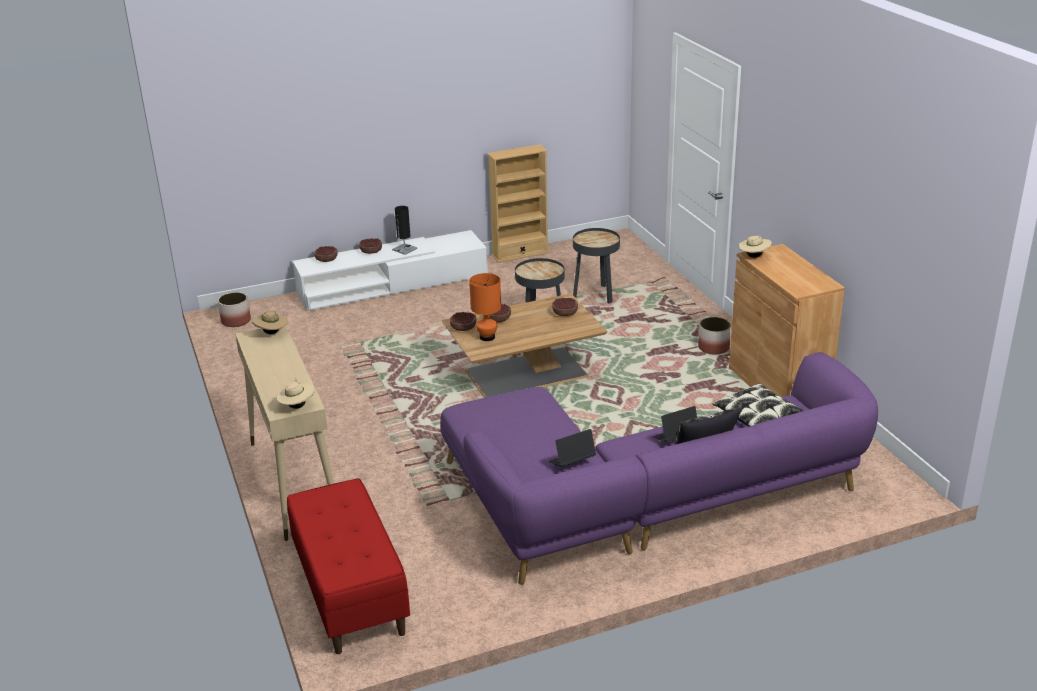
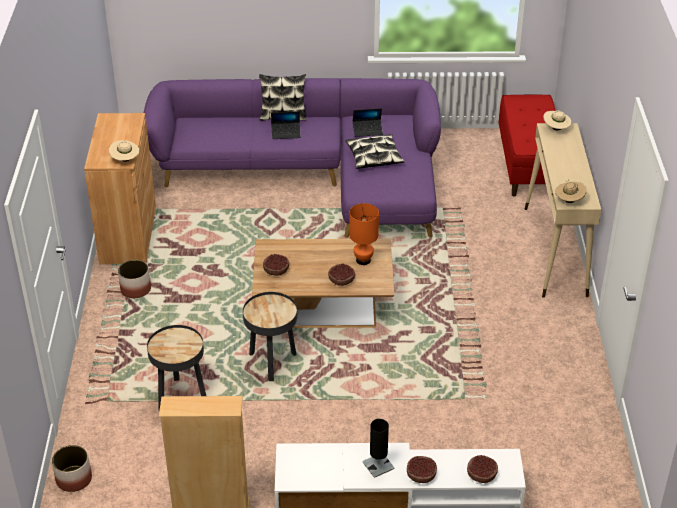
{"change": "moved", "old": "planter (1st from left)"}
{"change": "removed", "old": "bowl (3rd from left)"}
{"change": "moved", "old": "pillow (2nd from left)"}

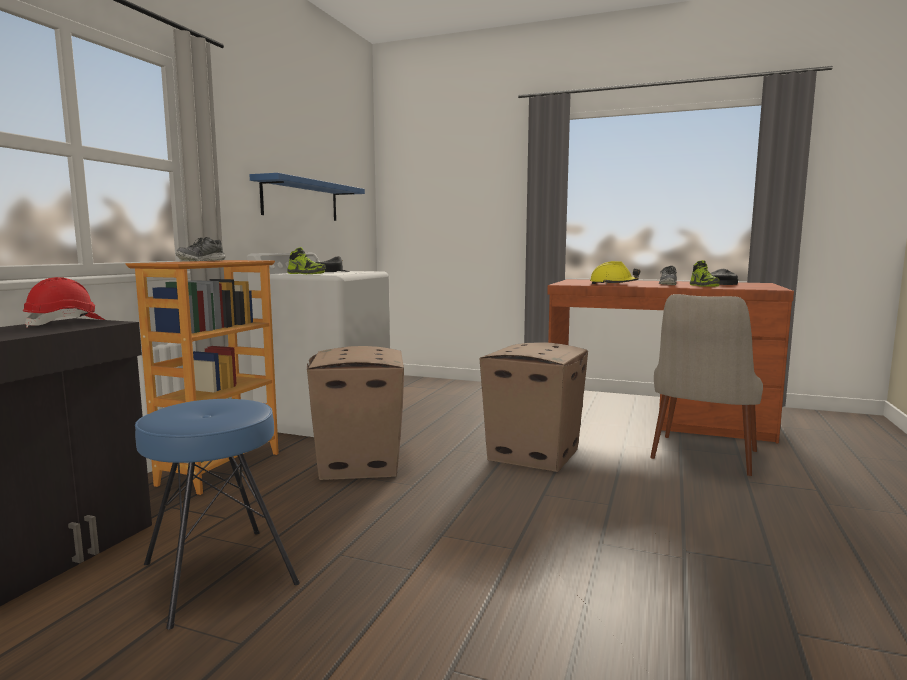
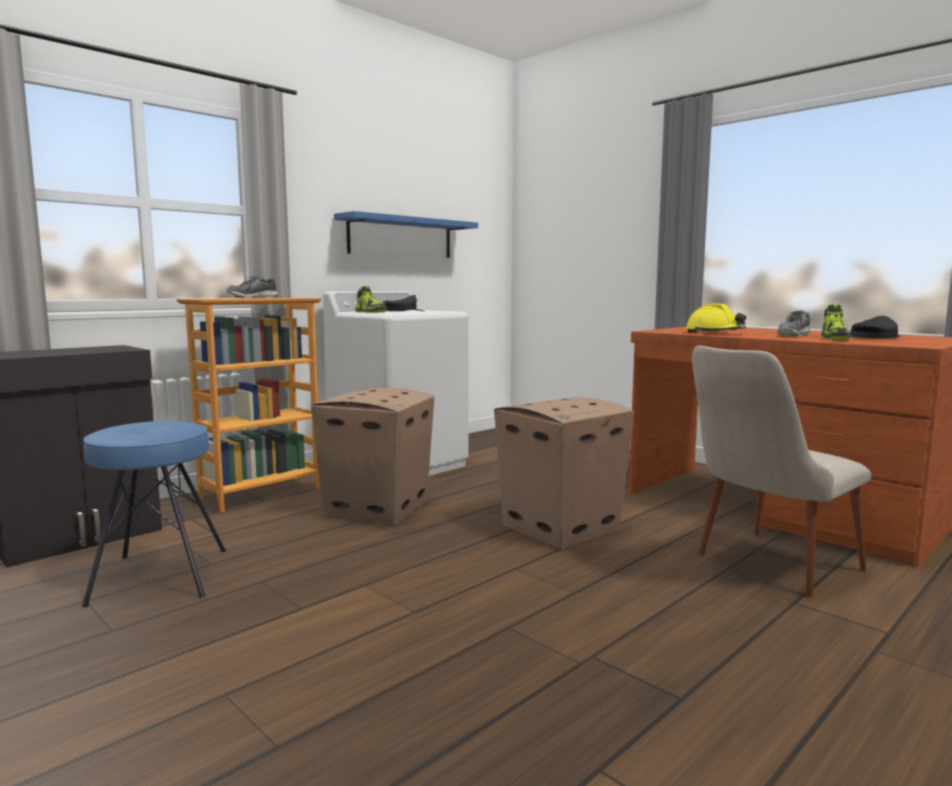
{"change": "removed", "old": "hard hat in red"}

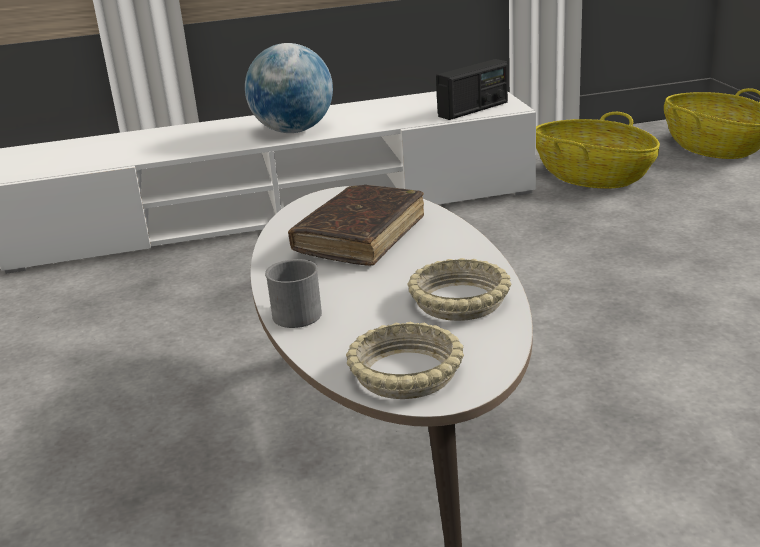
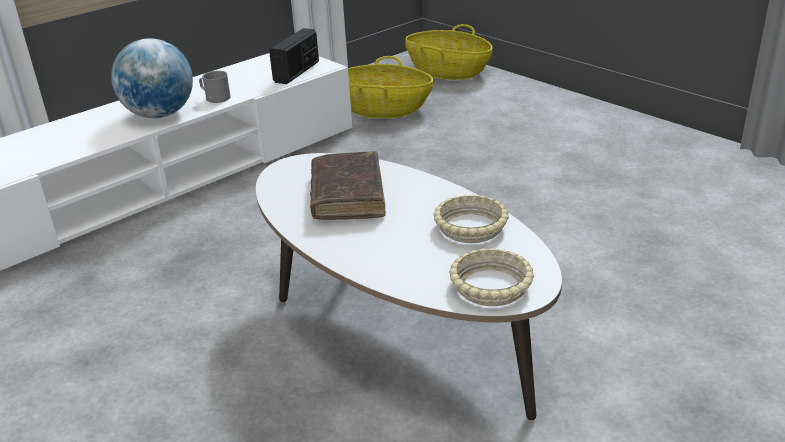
{"change": "moved", "old": "mug in grey"}

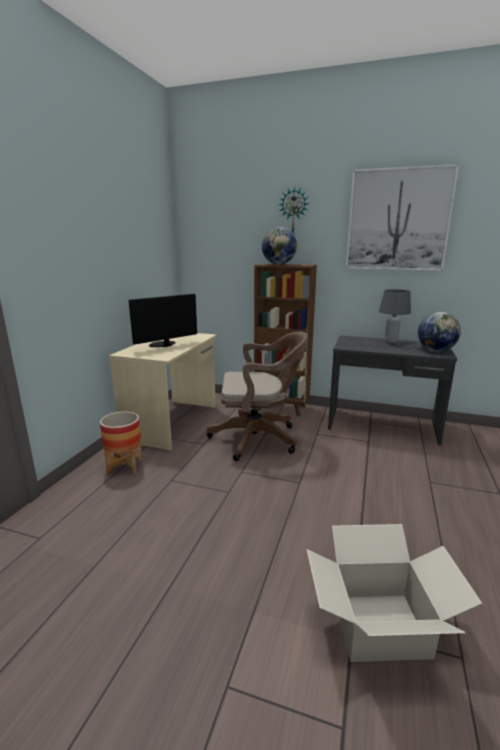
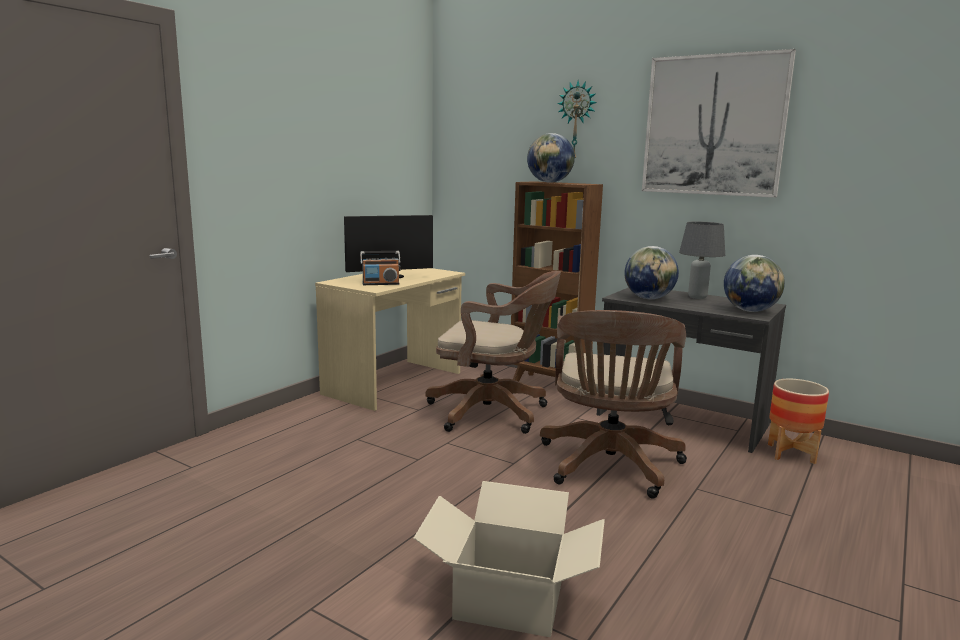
{"change": "moved", "old": "planter"}
{"change": "added", "new": "radio"}
{"change": "added", "new": "office chair in brown (2nd from left)"}
{"change": "added", "new": "globe (2nd from left)"}

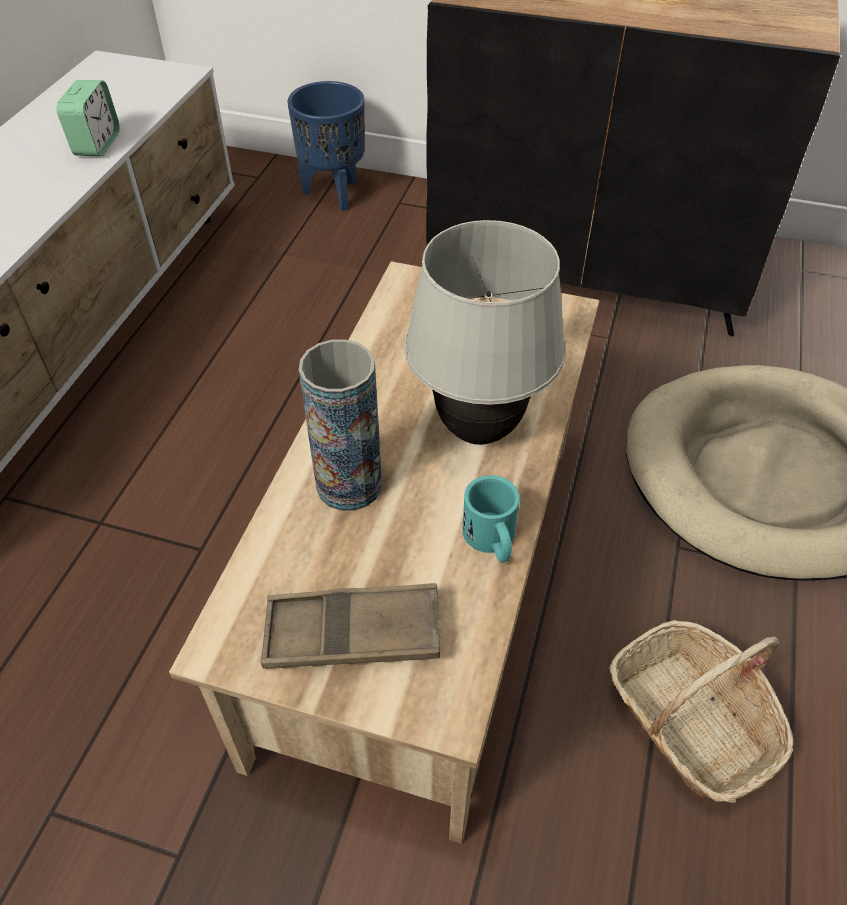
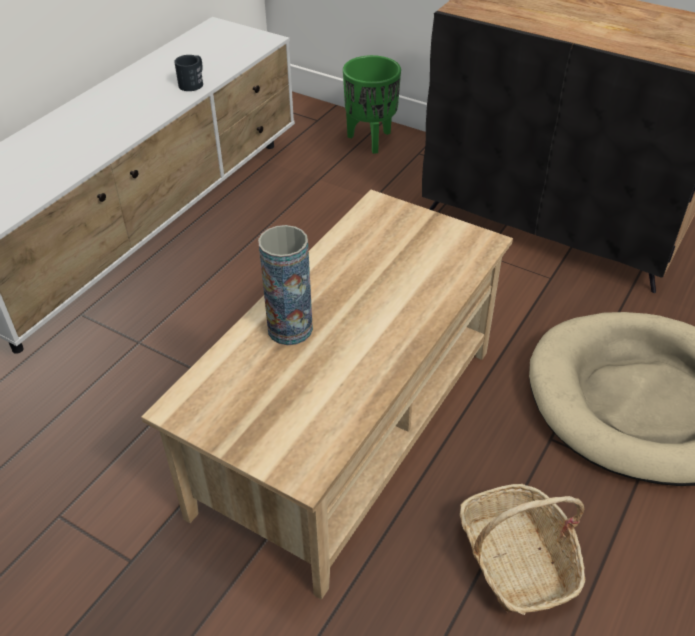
{"change": "replaced", "old": "alarm clock", "new": "mug in black"}
{"change": "removed", "old": "tray in brown"}
{"change": "recoloured", "old": "planter in blue", "new": "planter in green"}
{"change": "removed", "old": "table lamp in white"}
{"change": "removed", "old": "mug in turquoise"}

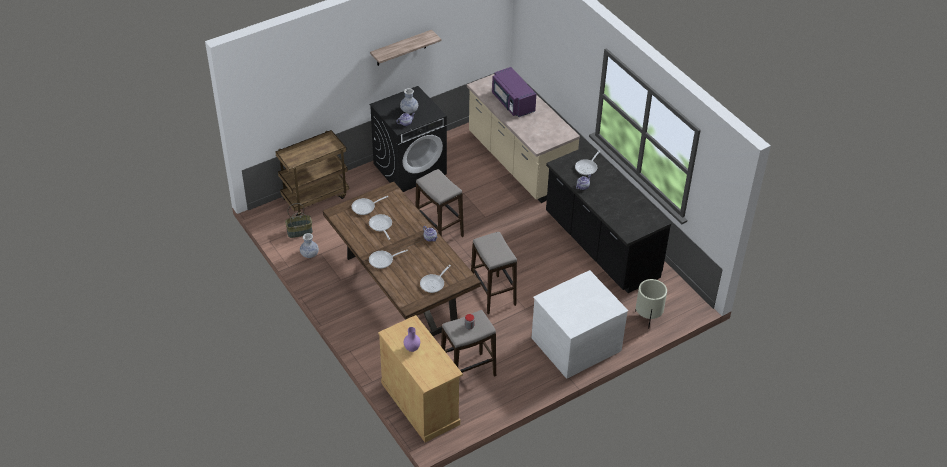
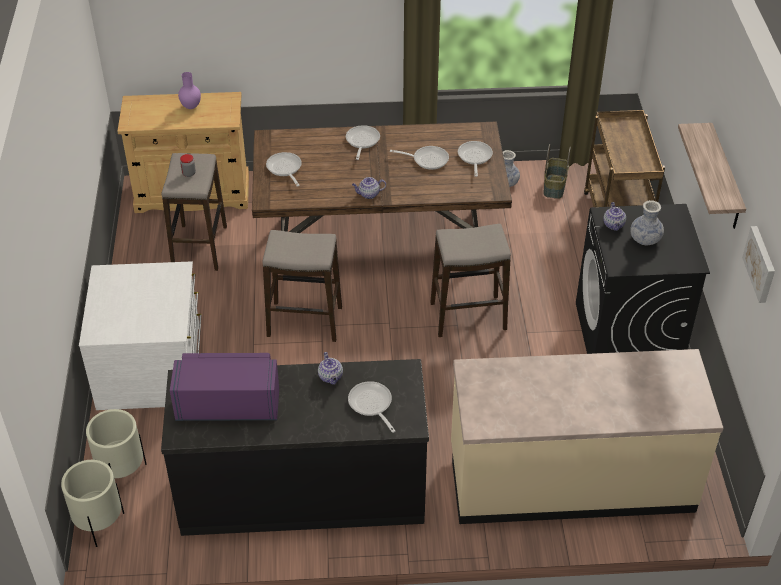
{"change": "moved", "old": "microwave in purple"}
{"change": "added", "new": "planter in beige (1st from left)"}
{"change": "added", "new": "picture"}

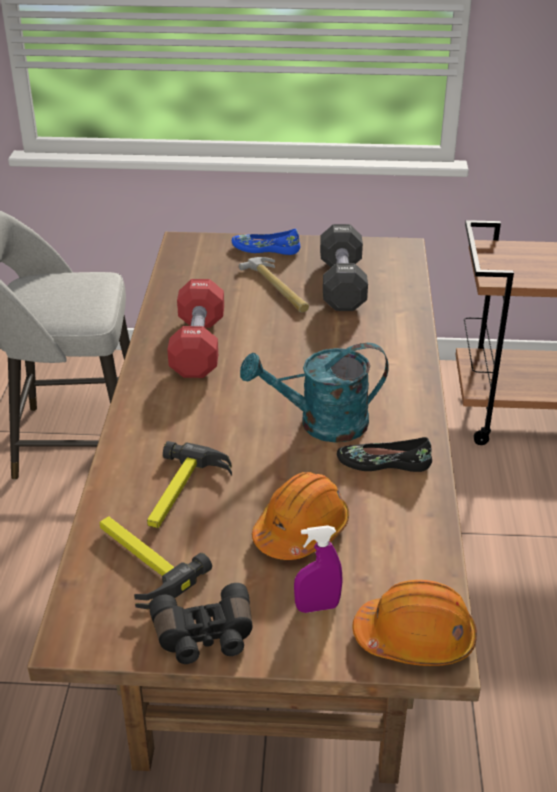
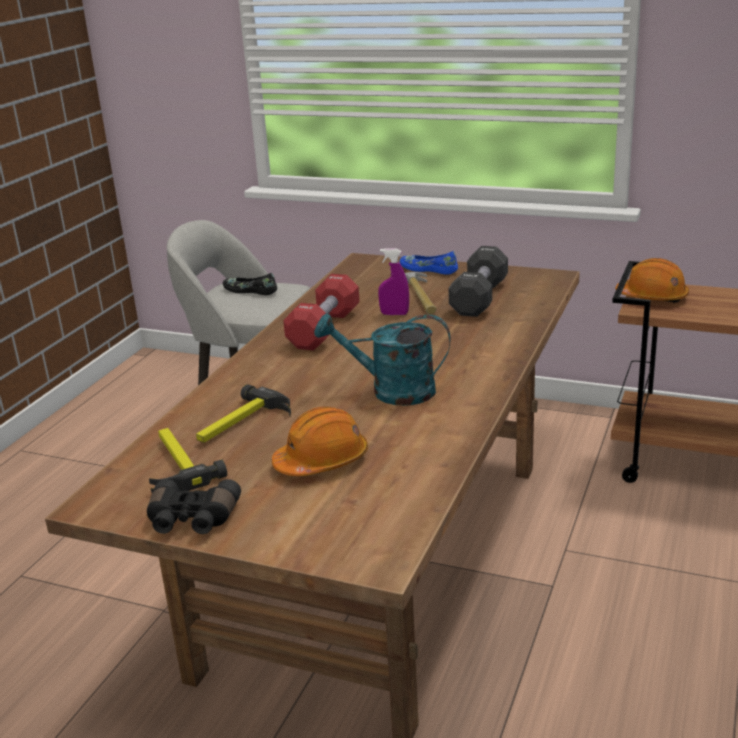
{"change": "moved", "old": "spray bottle in purple"}
{"change": "moved", "old": "shoe in black"}
{"change": "moved", "old": "hard hat in orange (2nd from left)"}

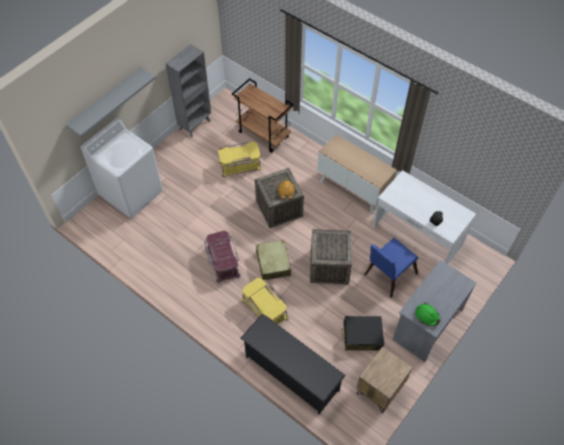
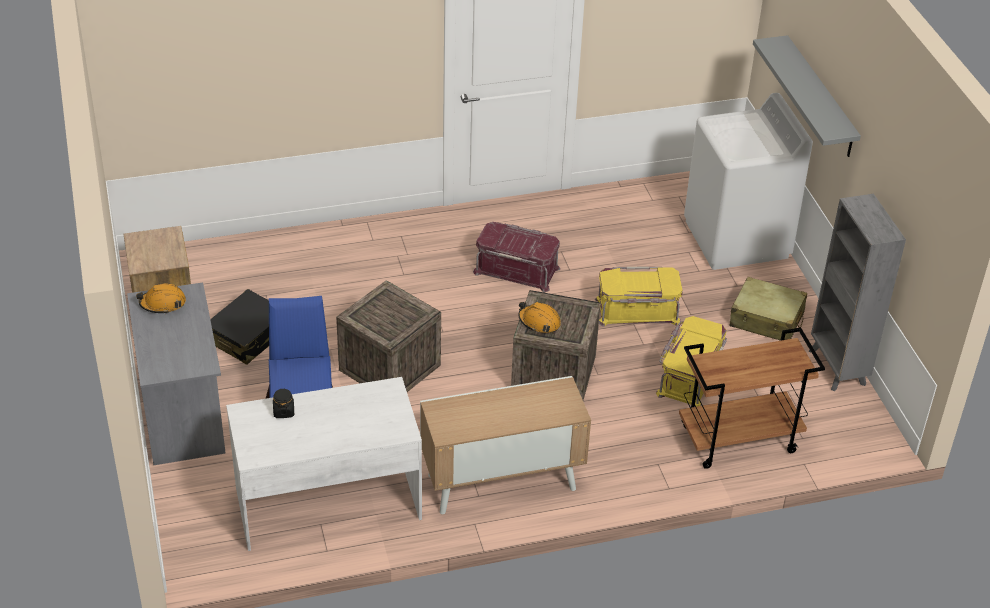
{"change": "removed", "old": "shoe rack in black"}
{"change": "moved", "old": "storage box in yellow (2nd from left in the first image)", "new": "storage box in yellow (1st from left)"}
{"change": "moved", "old": "suitcase in beige"}
{"change": "recoloured", "old": "hard hat in green", "new": "hard hat in orange (1st from left)"}

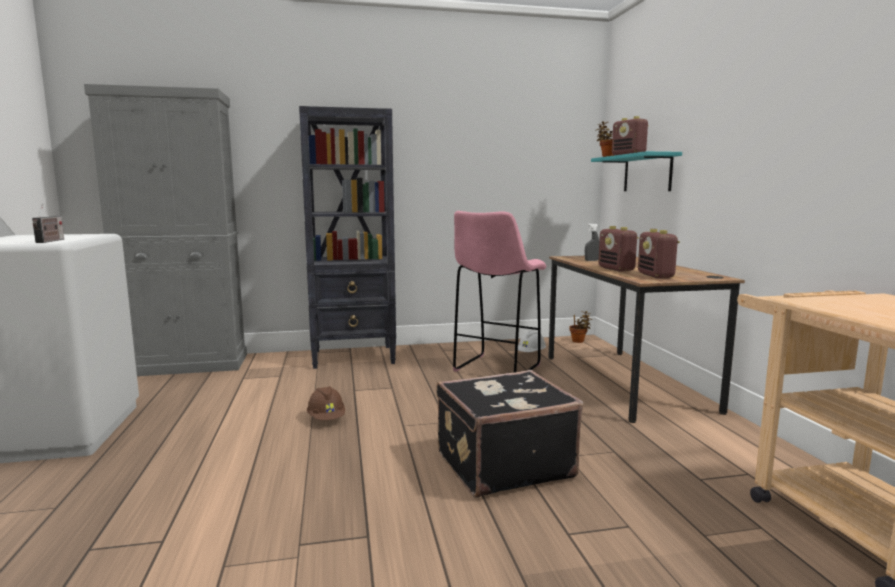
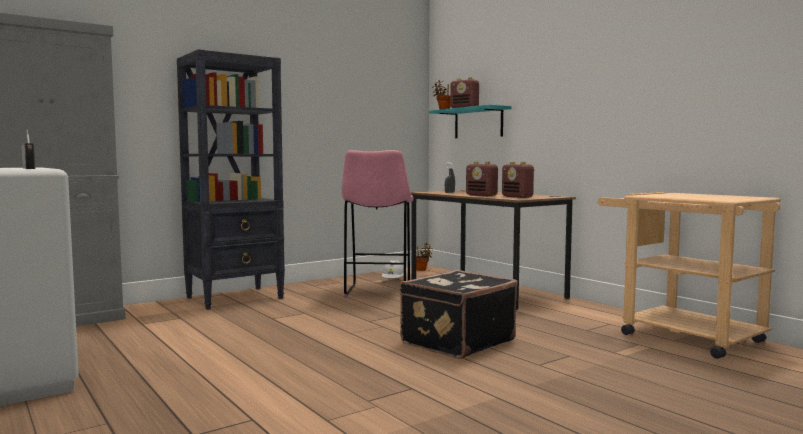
{"change": "removed", "old": "hard hat in brown"}

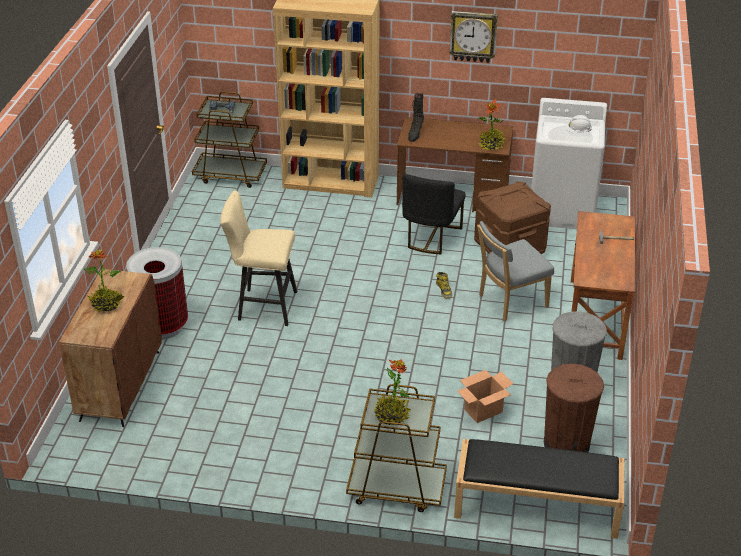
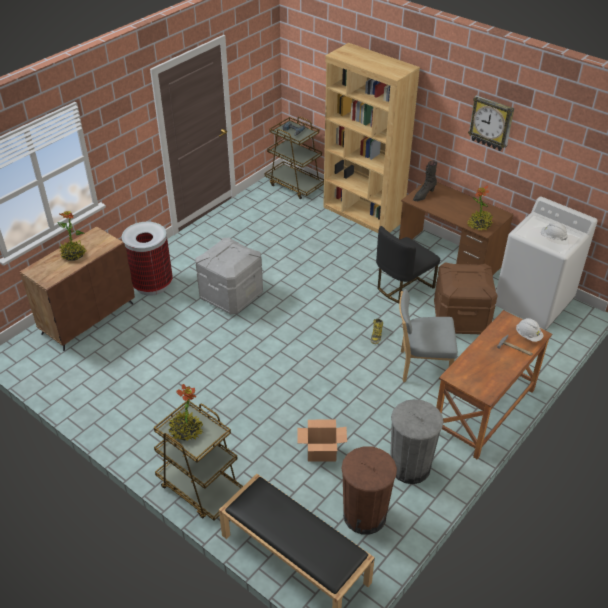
{"change": "replaced", "old": "stool in beige", "new": "storage box in grey"}
{"change": "added", "new": "hard hat in white (1st from left)"}

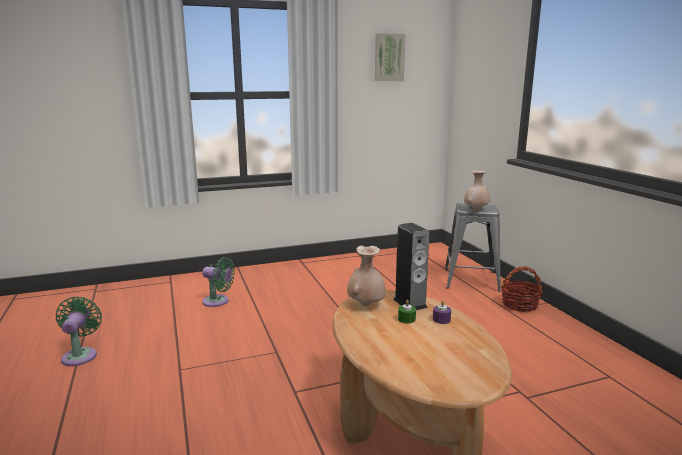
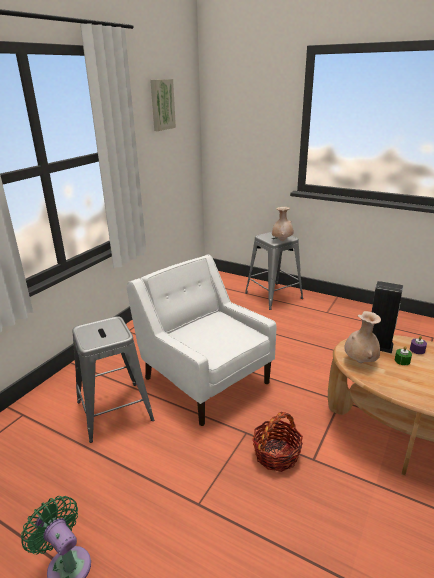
{"change": "replaced", "old": "fan in green (2nd from left)", "new": "stool in grey (1st from left)"}
{"change": "moved", "old": "basket"}
{"change": "added", "new": "armchair in white"}

